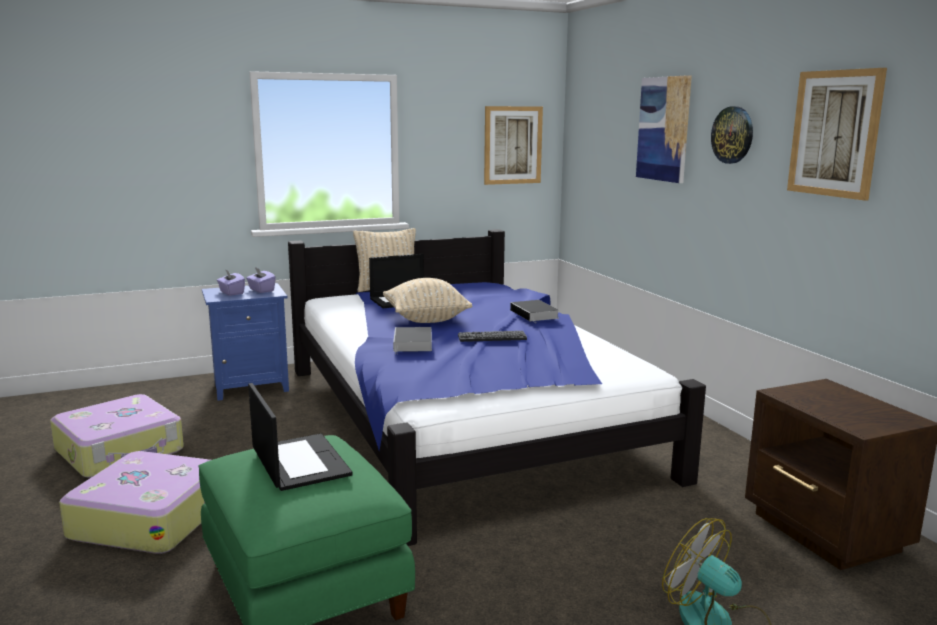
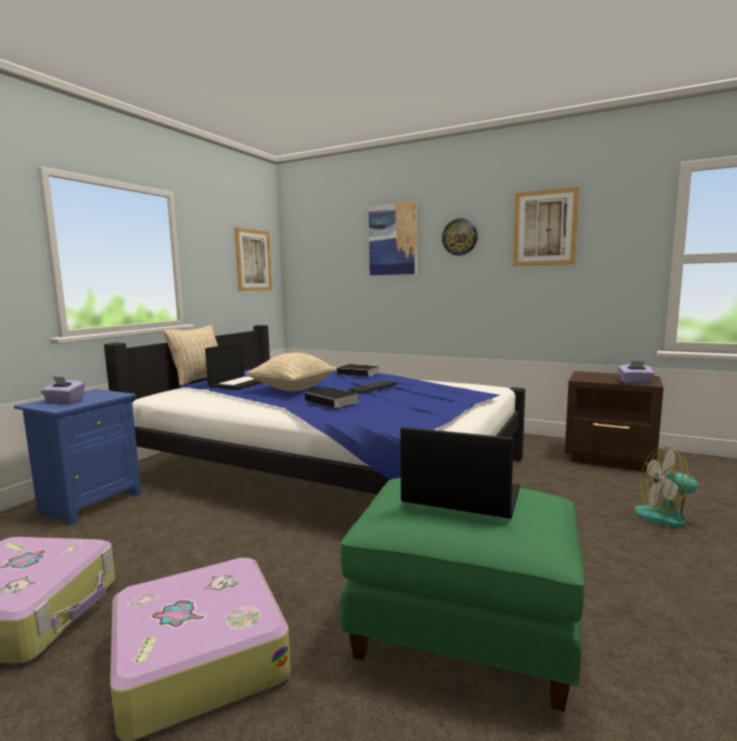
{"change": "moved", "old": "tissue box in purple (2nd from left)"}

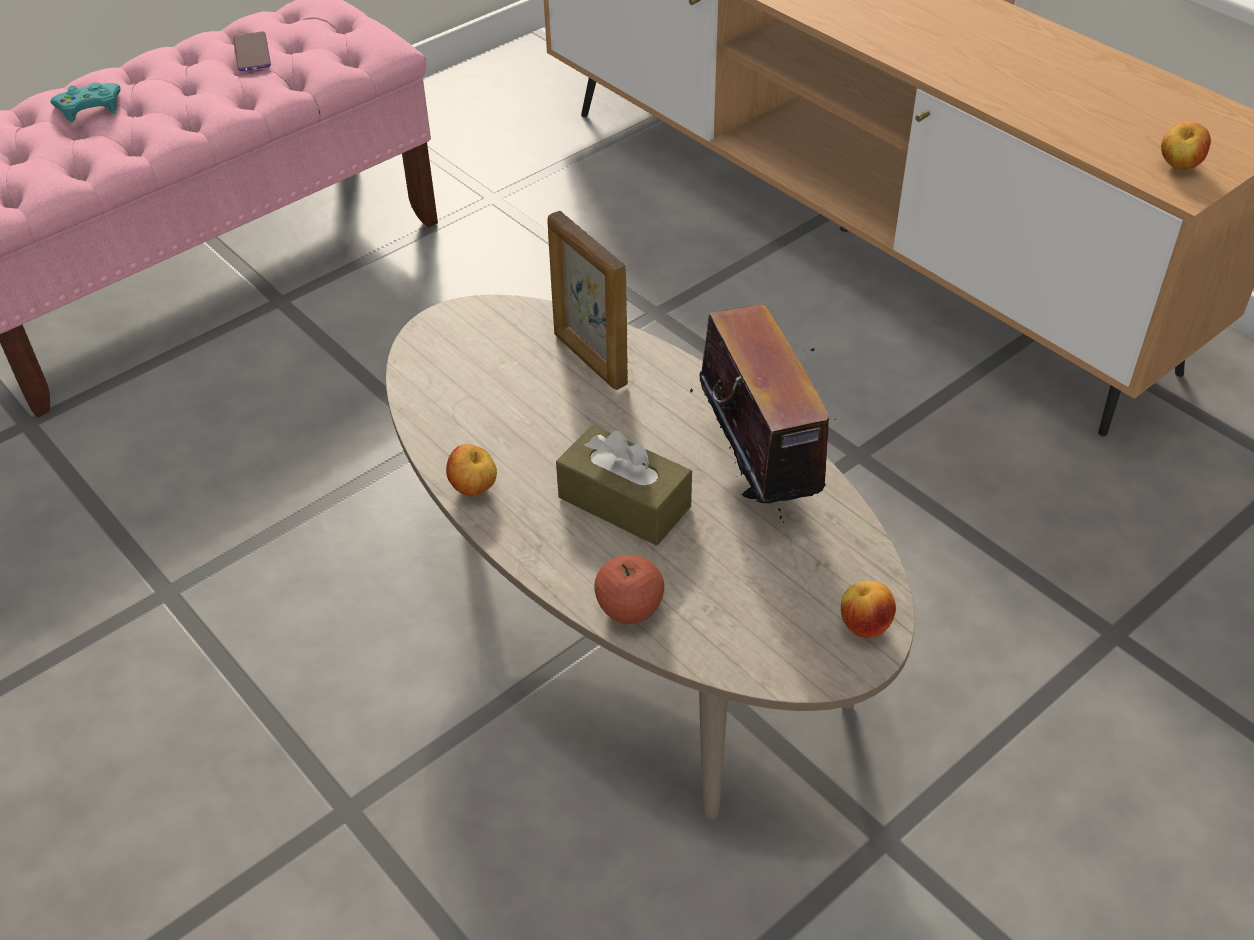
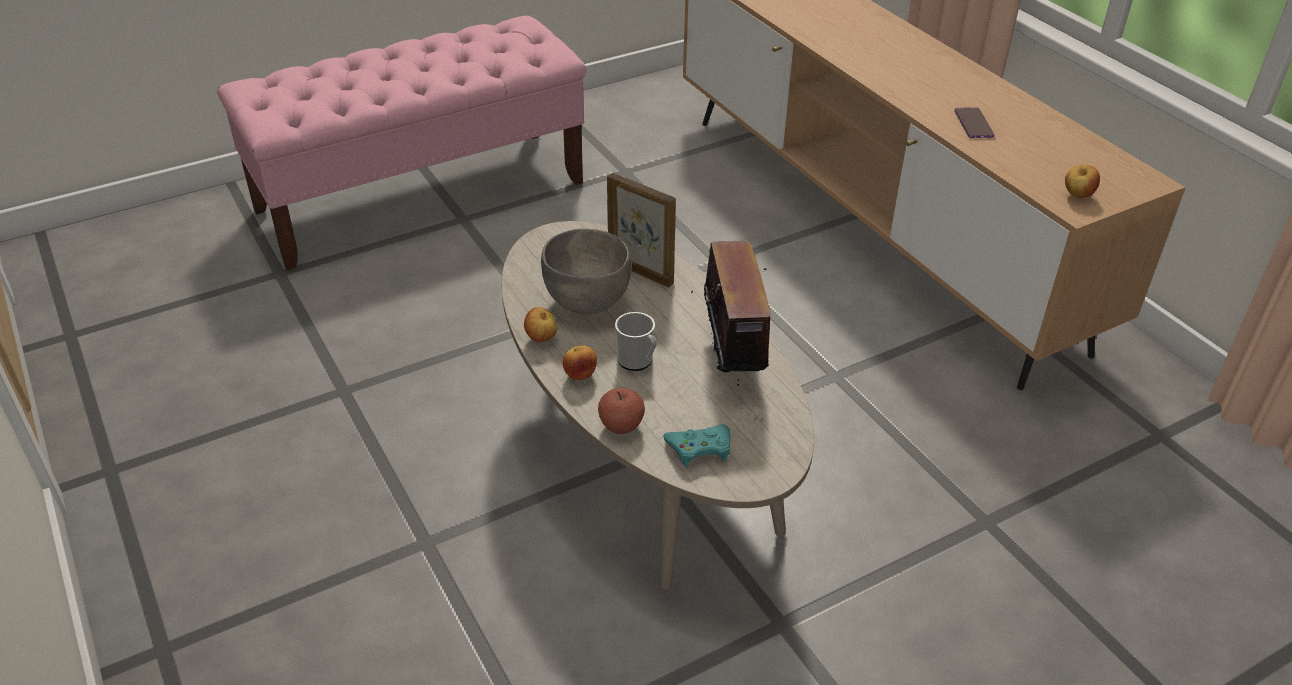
{"change": "moved", "old": "game controller in turquoise"}
{"change": "moved", "old": "phone"}
{"change": "turned", "old": "picture frame", "degrees": 150}
{"change": "replaced", "old": "tissue box in brown", "new": "mug"}
{"change": "moved", "old": "apple (3rd from left in the first image)", "new": "apple (2nd from left)"}
{"change": "added", "new": "bowl in grey"}

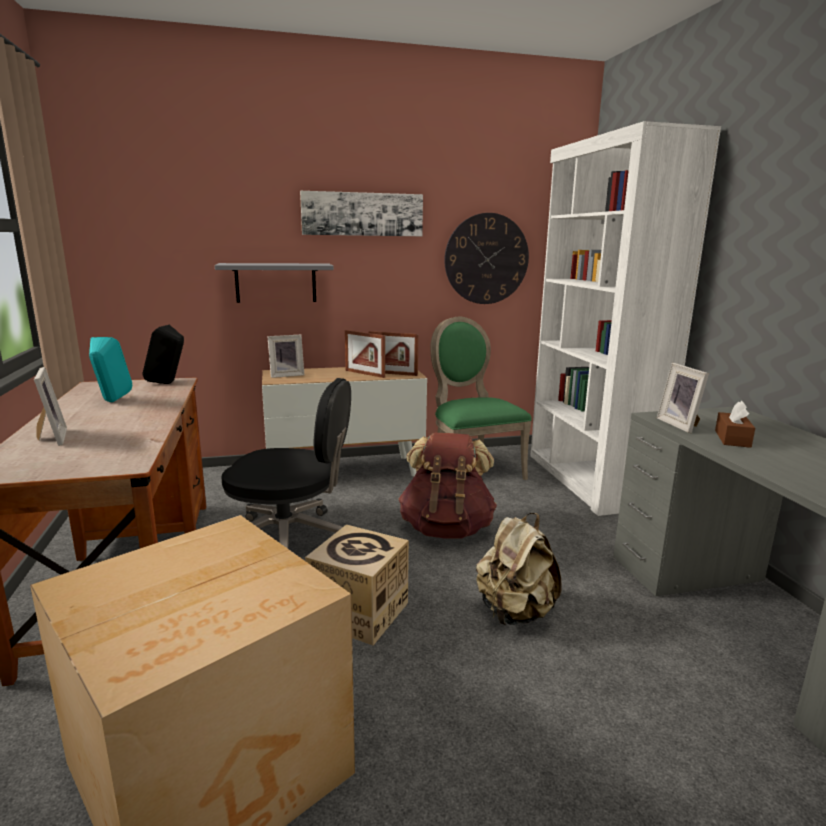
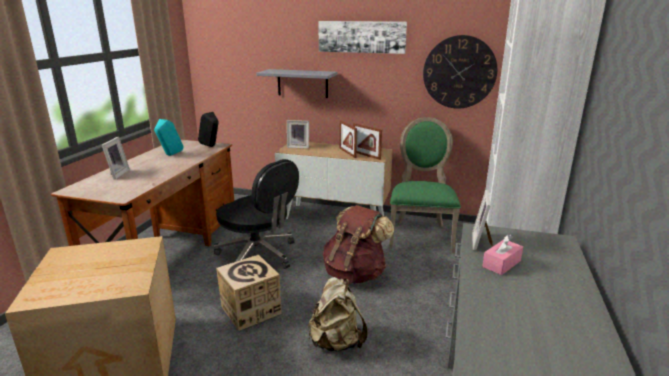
{"change": "recoloured", "old": "tissue box in brown", "new": "tissue box in pink"}

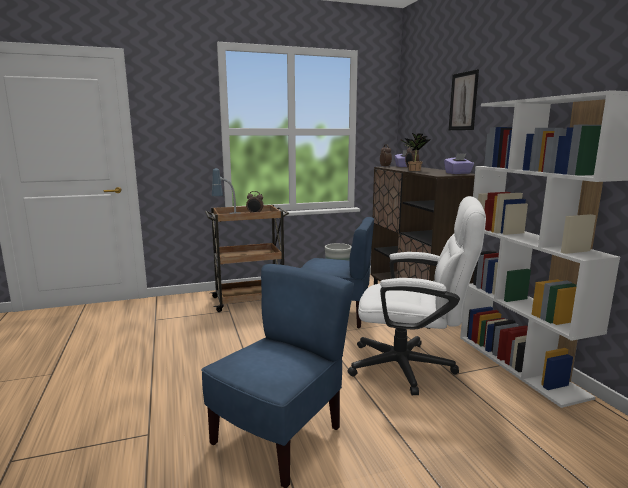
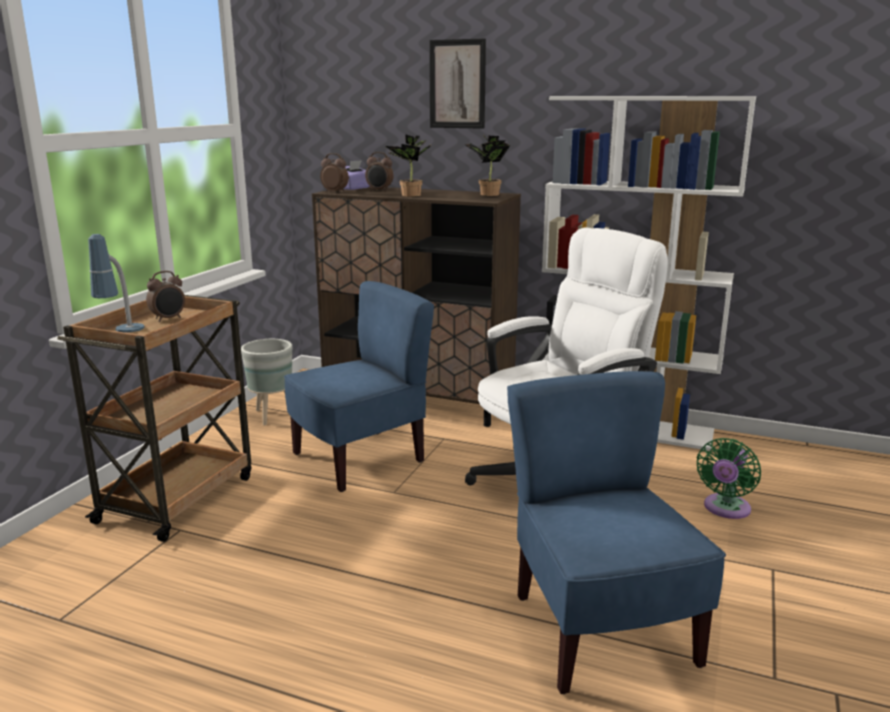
{"change": "replaced", "old": "tissue box in purple (2nd from left)", "new": "potted plant (2nd from left)"}
{"change": "added", "new": "fan in green"}

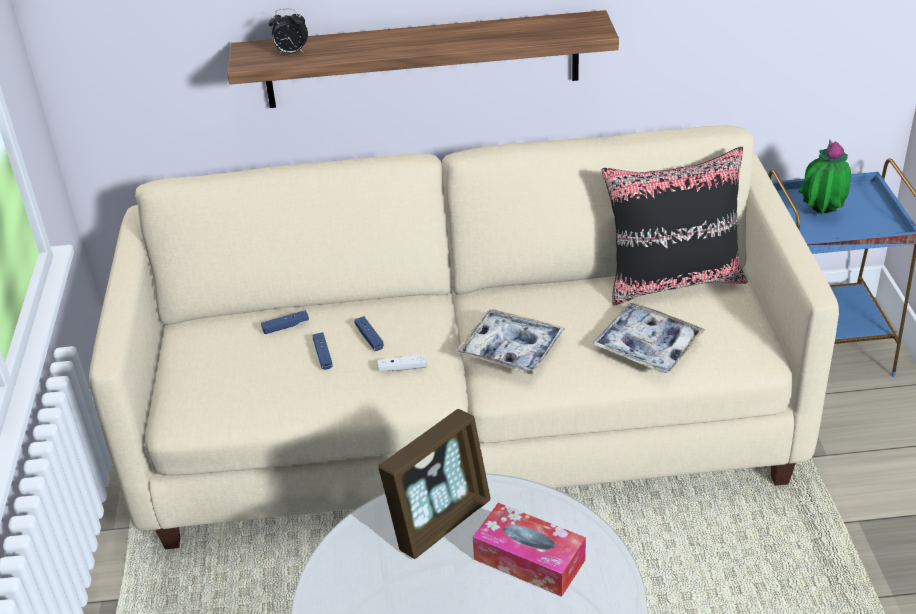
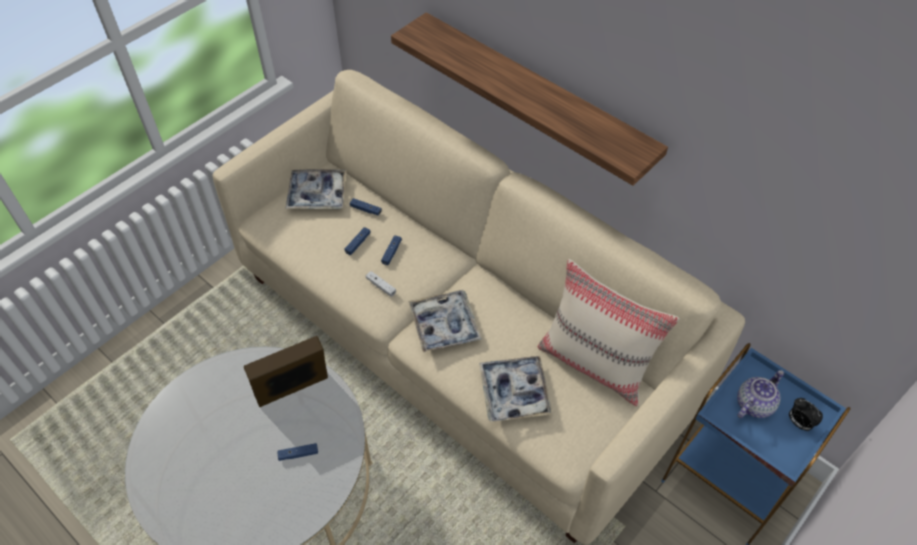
{"change": "moved", "old": "alarm clock"}
{"change": "turned", "old": "picture frame", "degrees": 150}
{"change": "replaced", "old": "tissue box", "new": "game controller in blue (1st from left)"}
{"change": "recoloured", "old": "pillow in black", "new": "pillow in beige"}
{"change": "replaced", "old": "potted plant", "new": "teapot"}
{"change": "added", "new": "tray (1st from left)"}

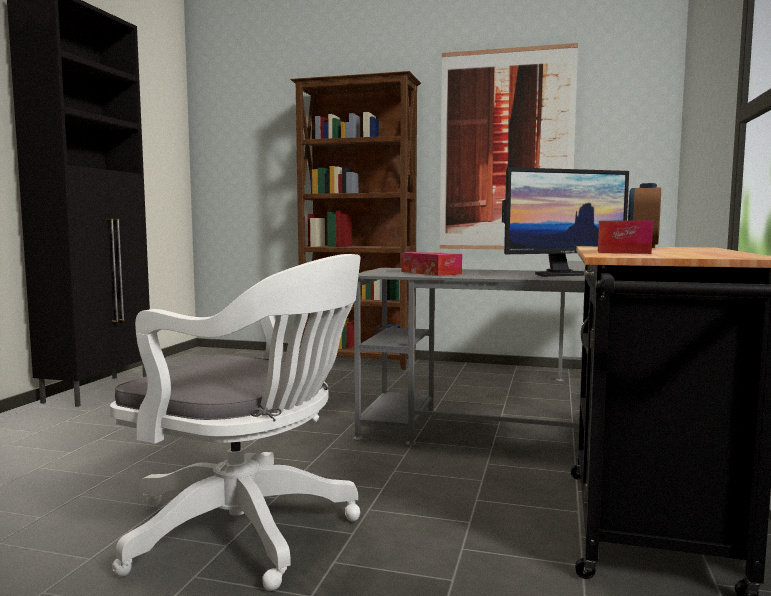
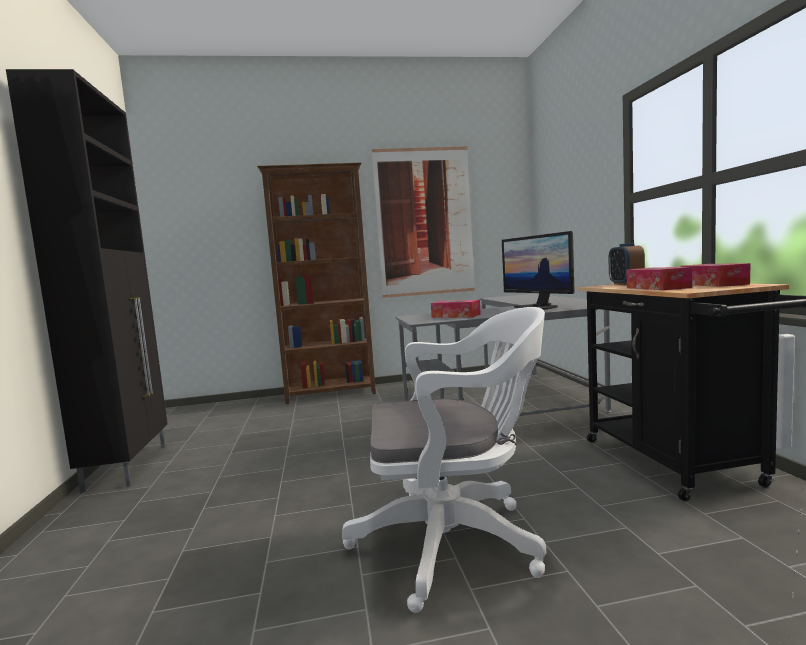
{"change": "turned", "old": "monitor", "degrees": 105}
{"change": "added", "new": "tissue box (3rd from left)"}

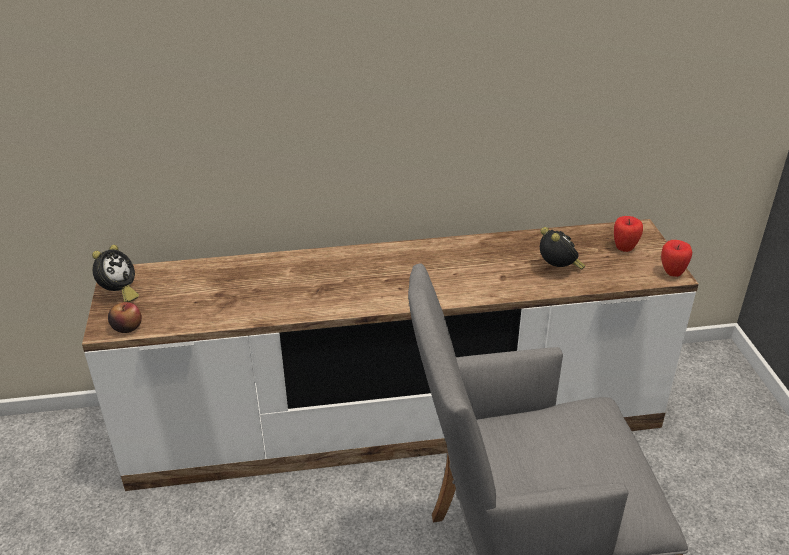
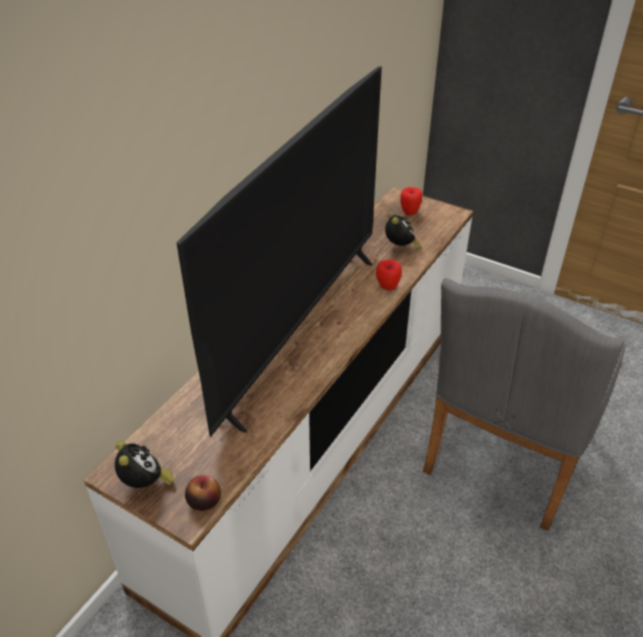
{"change": "turned", "old": "alarm clock (2nd from left)", "degrees": 60}
{"change": "moved", "old": "apple (3rd from left in the first image)", "new": "apple (2nd from left)"}
{"change": "added", "new": "television"}

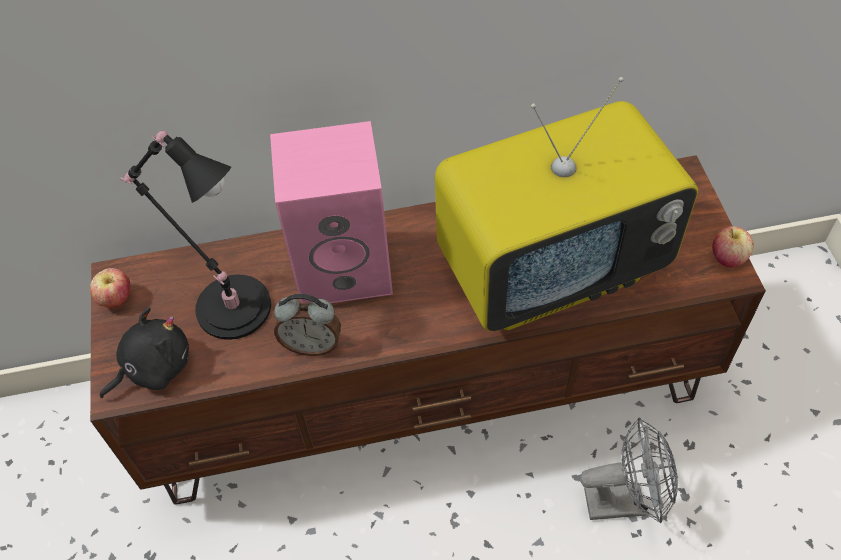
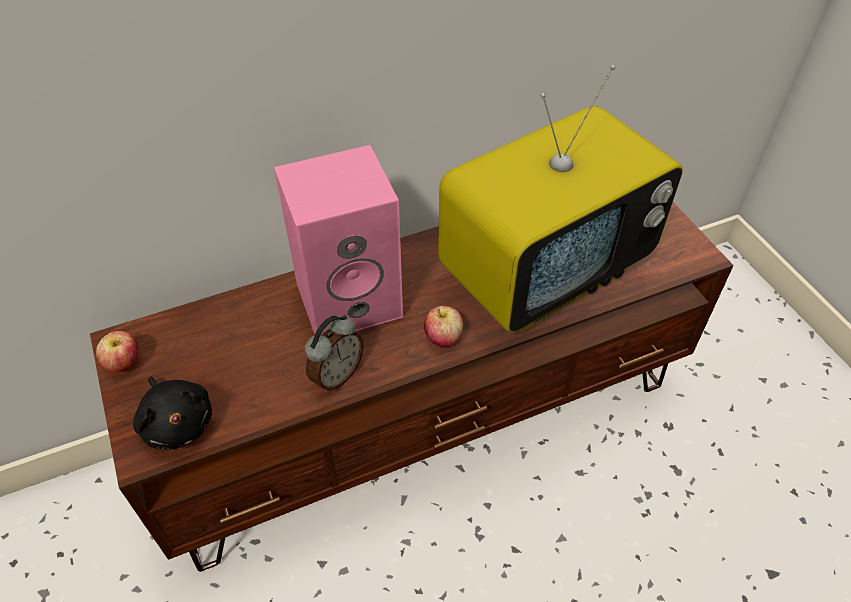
{"change": "turned", "old": "plush toy in black", "degrees": 105}
{"change": "removed", "old": "table lamp in black"}
{"change": "turned", "old": "alarm clock", "degrees": -45}
{"change": "removed", "old": "fan in grey"}
{"change": "moved", "old": "apple (2nd from left)"}

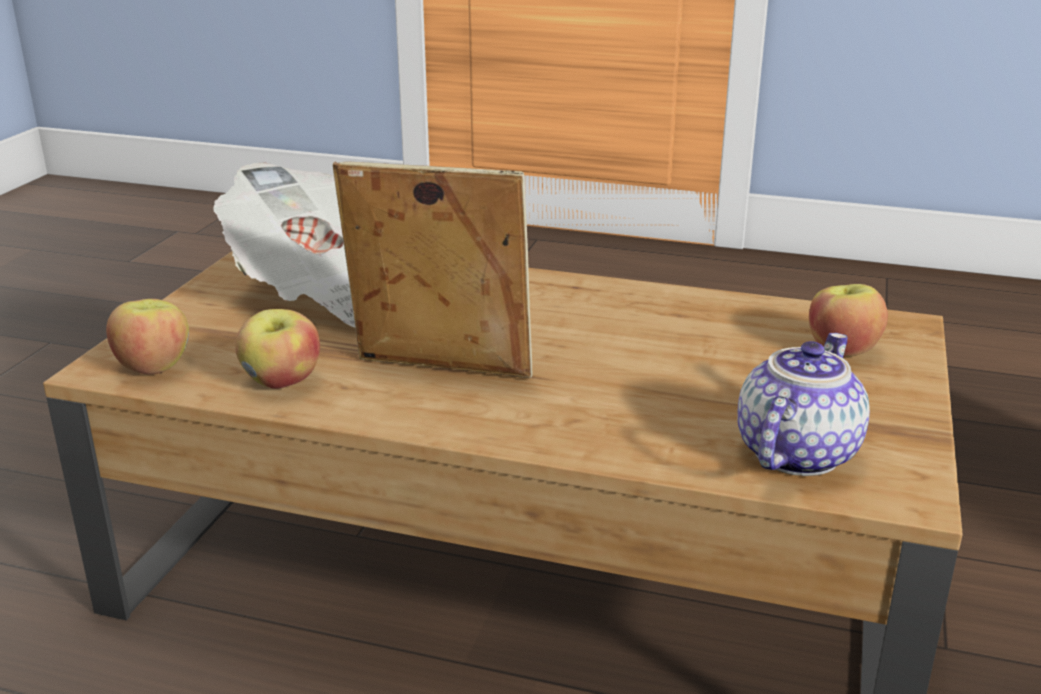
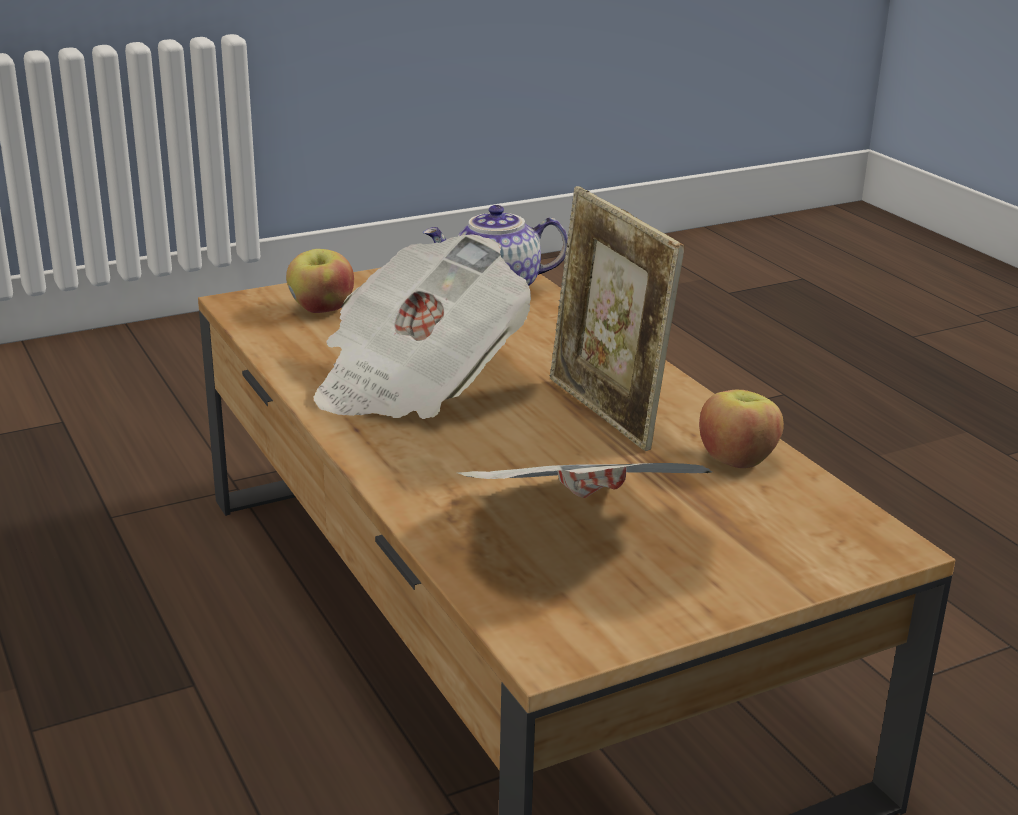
{"change": "removed", "old": "apple (1st from left)"}
{"change": "added", "new": "newspaper (1st from left)"}

